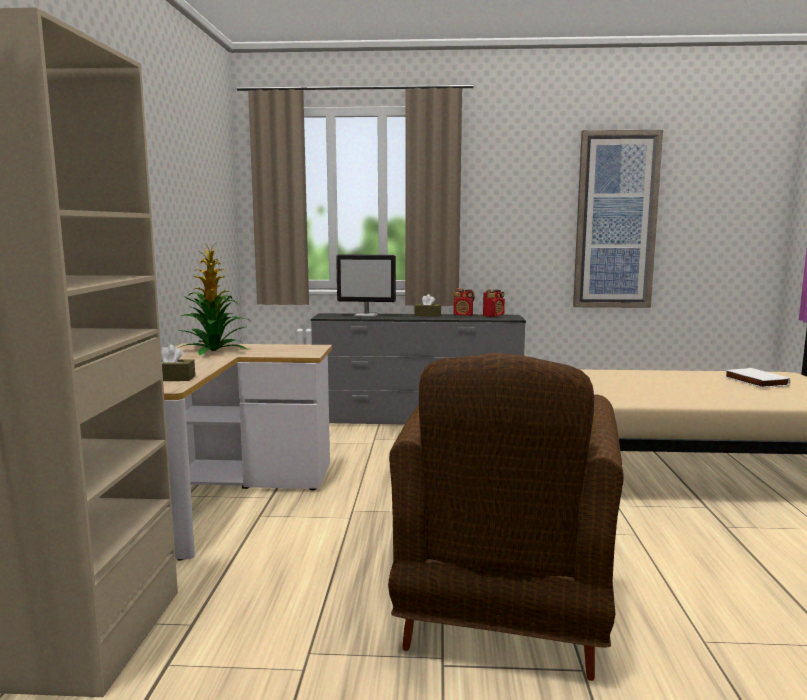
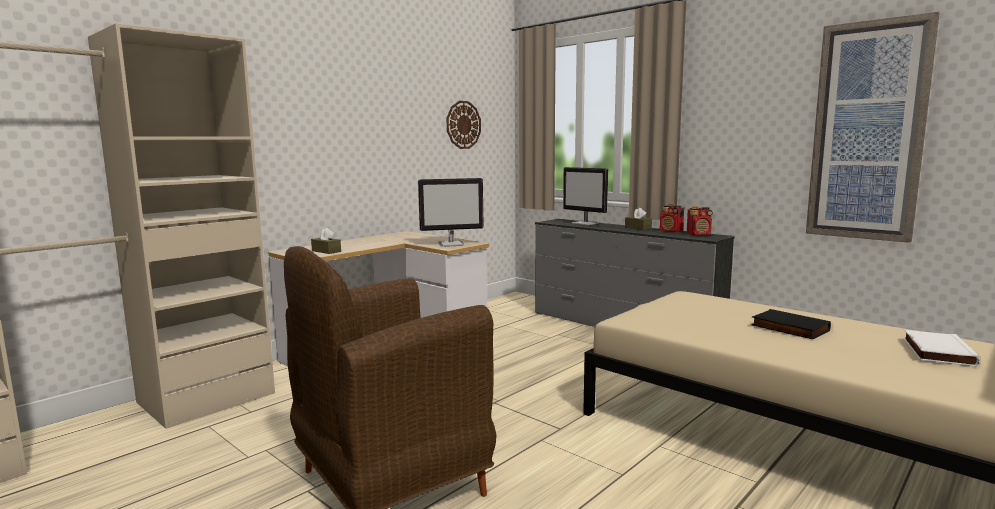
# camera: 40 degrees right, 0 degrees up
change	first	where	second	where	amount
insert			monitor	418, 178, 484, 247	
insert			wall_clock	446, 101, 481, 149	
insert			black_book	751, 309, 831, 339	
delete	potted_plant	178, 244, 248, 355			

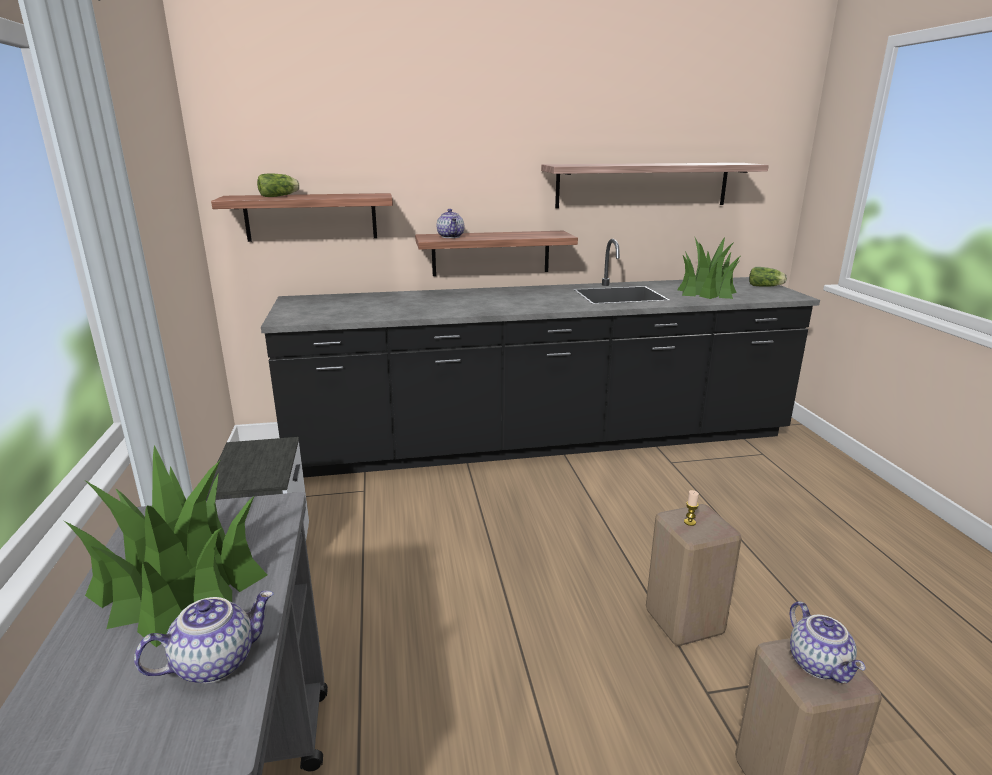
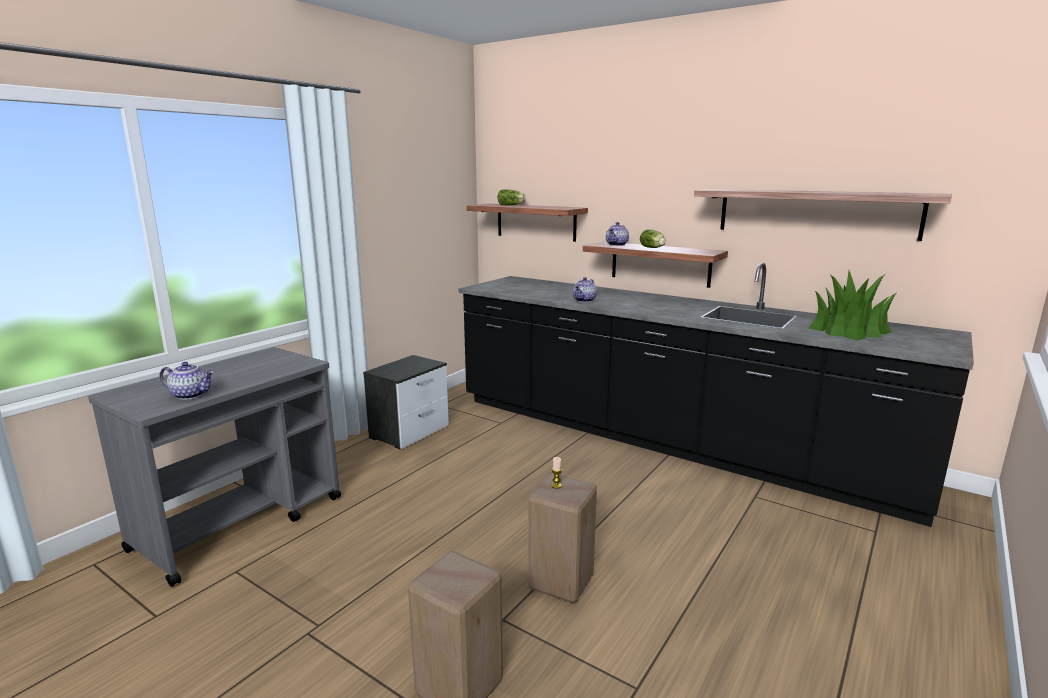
# camera: 45 degrees right, 5 degrees down
change	first	where	second	where	amount
move	teapot	789, 601, 865, 683		573, 277, 597, 302	
move	lettuce	749, 267, 787, 287		640, 229, 666, 248	
delete	potted_plant	63, 445, 268, 647			

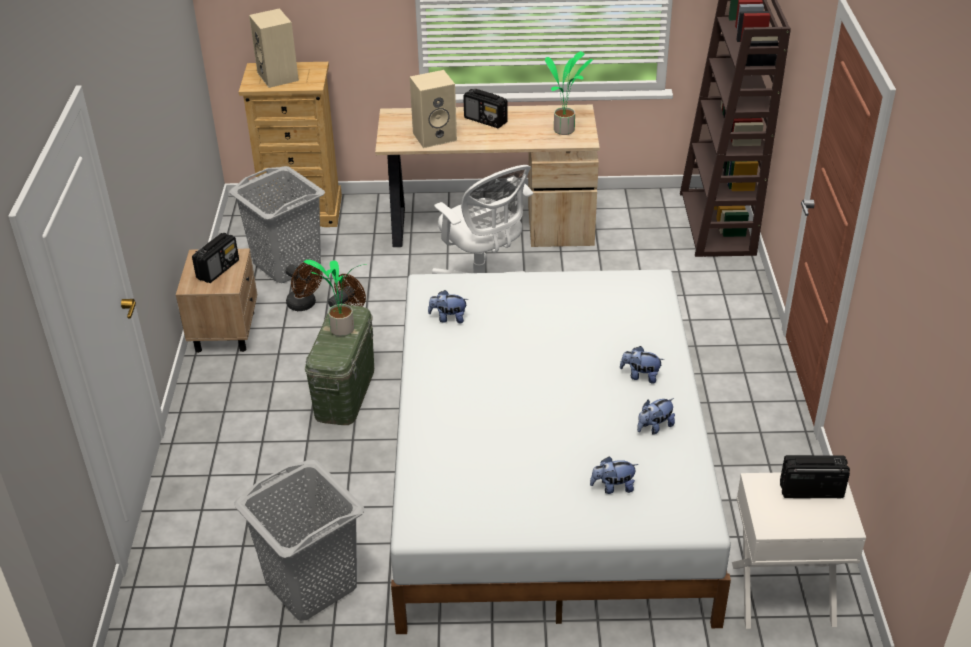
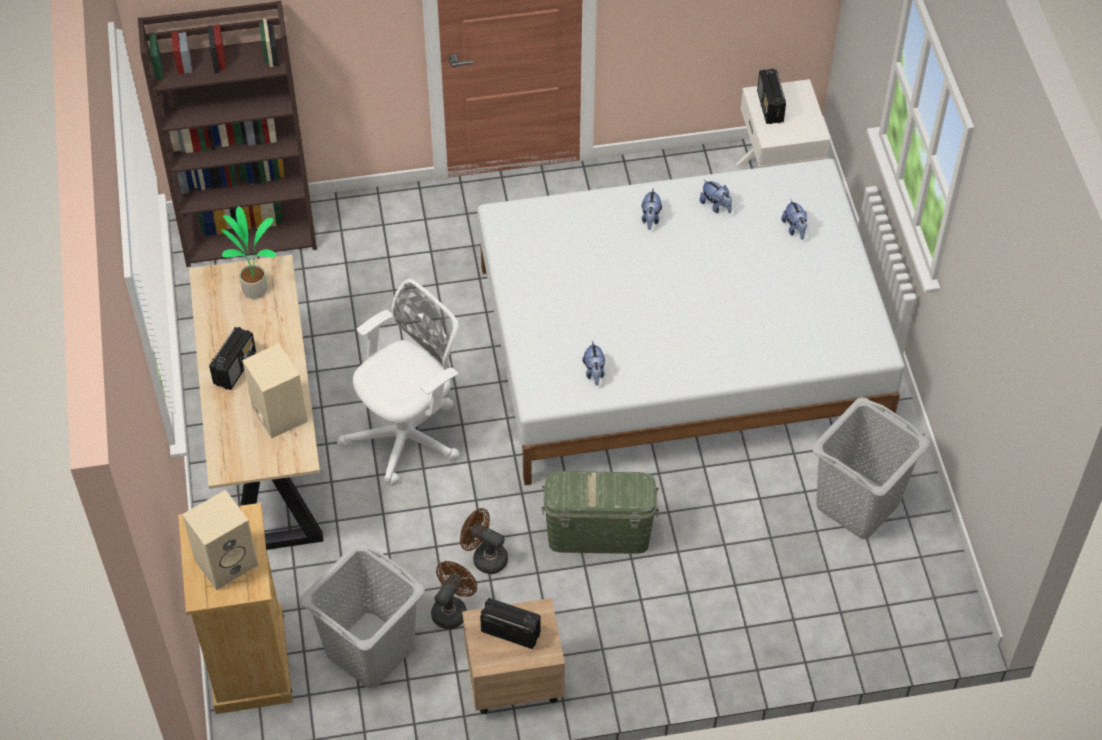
# camera: 100 degrees left, 15 degrees up
change	first	where	second	where	amount
delete	potted_plant	304, 260, 367, 336			

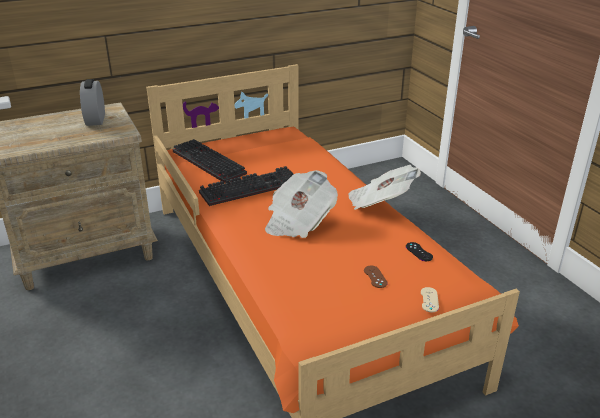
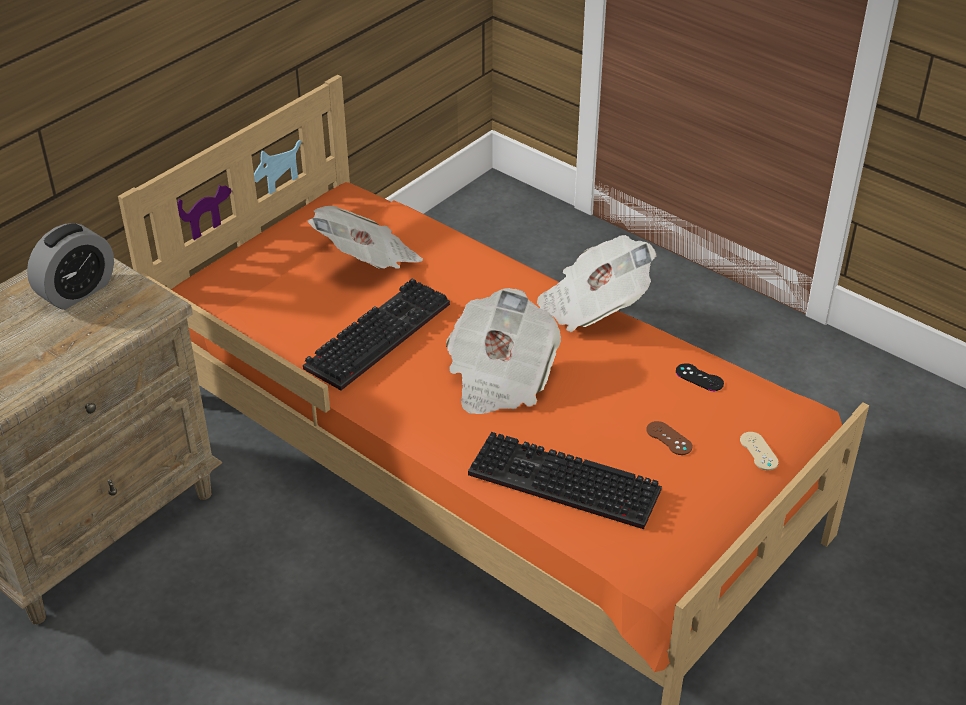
# camera: 25 degrees left, 10 degrees up
change	first	where	second	where	amount
rotate	alarm_clock	80, 79, 105, 126		27, 223, 114, 310	105 degrees counterclockwise
insert			newspaper	308, 206, 423, 269	
move	keyboard	173, 139, 247, 183		468, 432, 662, 529	

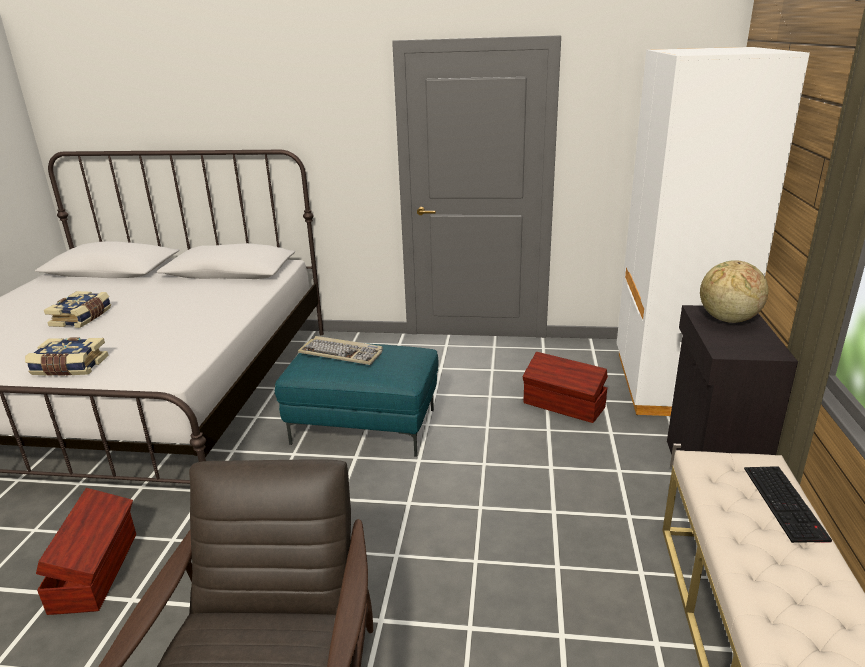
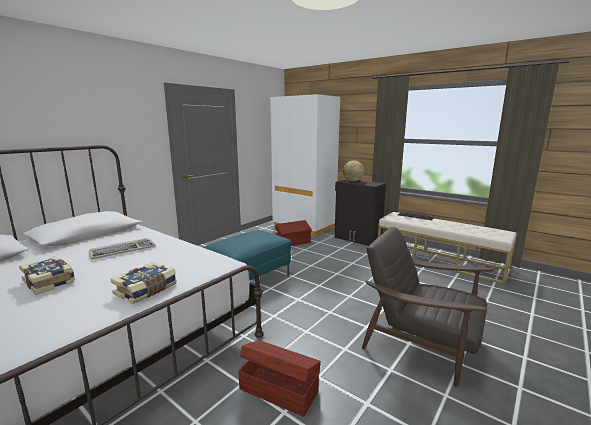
# camera: 60 degrees left, 10 degrees down
change	first	where	second	where	amount
move	keyboard	298, 336, 383, 365		89, 238, 156, 259	

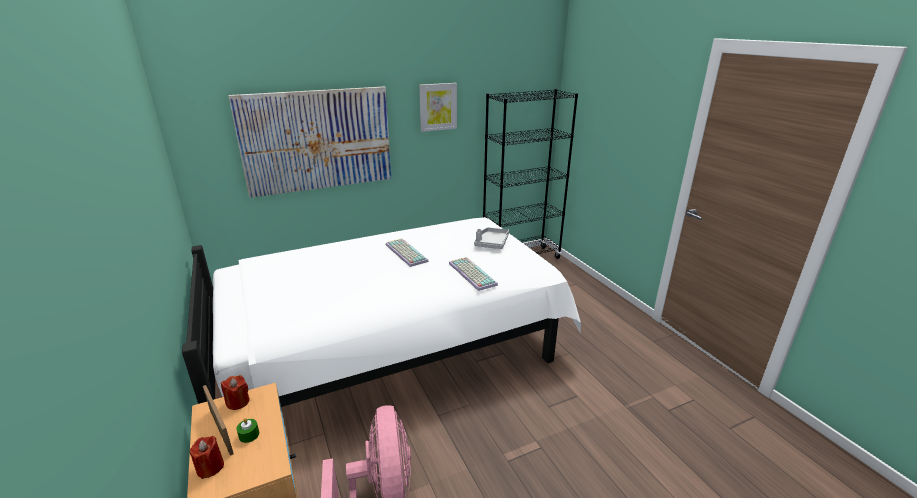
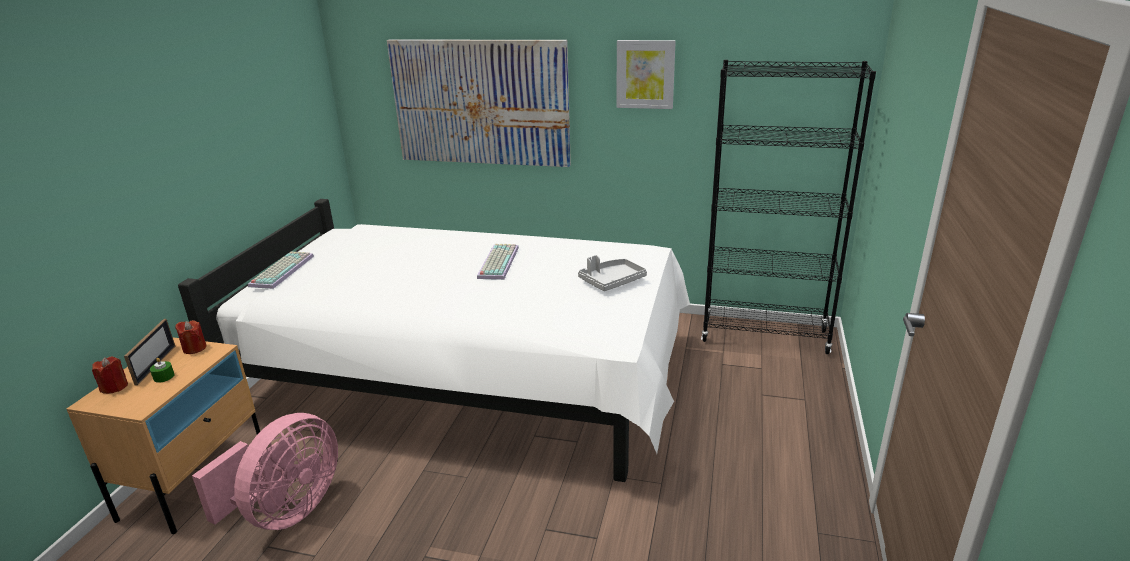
# camera: 40 degrees right, 0 degrees up
change	first	where	second	where	amount
move	keyboard	449, 257, 498, 291		248, 251, 314, 289	

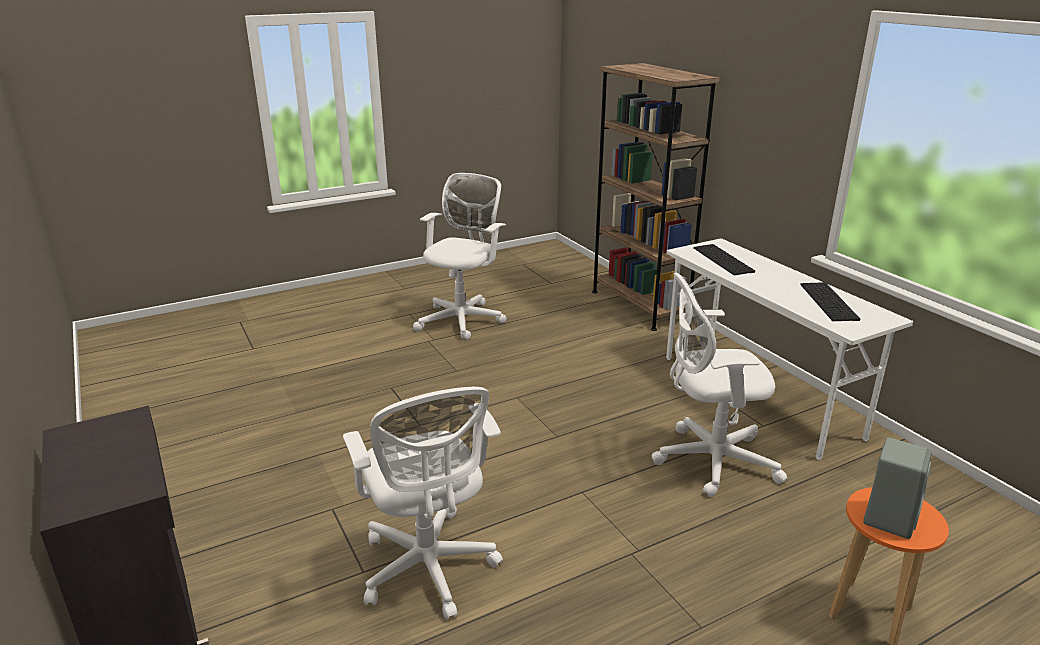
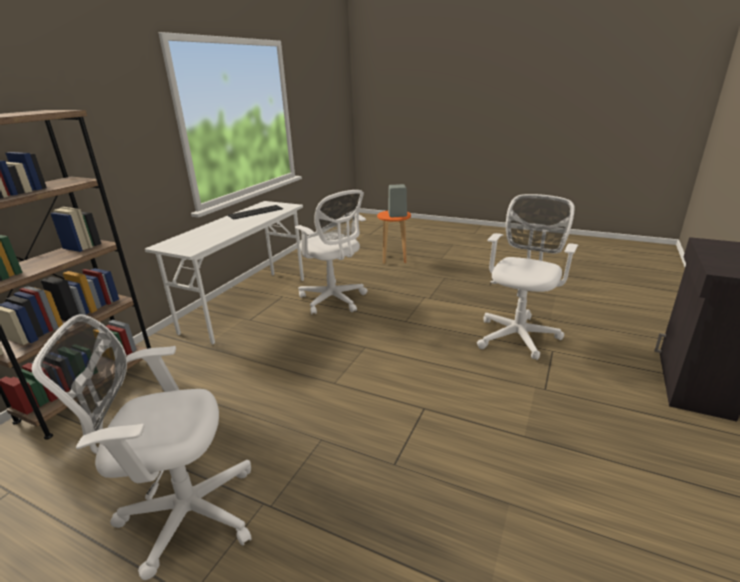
# camera: 125 degrees left, 0 degrees up
change	first	where	second	where	amount
delete	keyboard	693, 244, 755, 275			

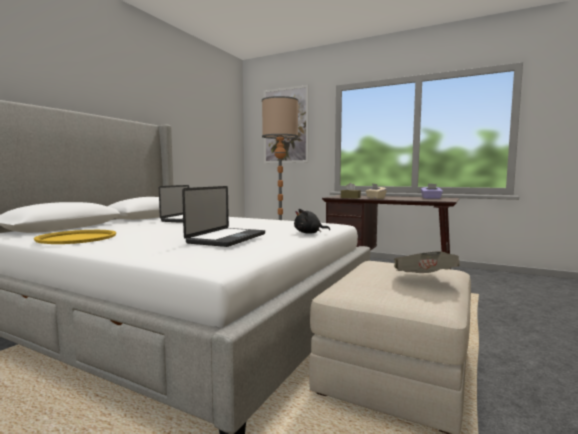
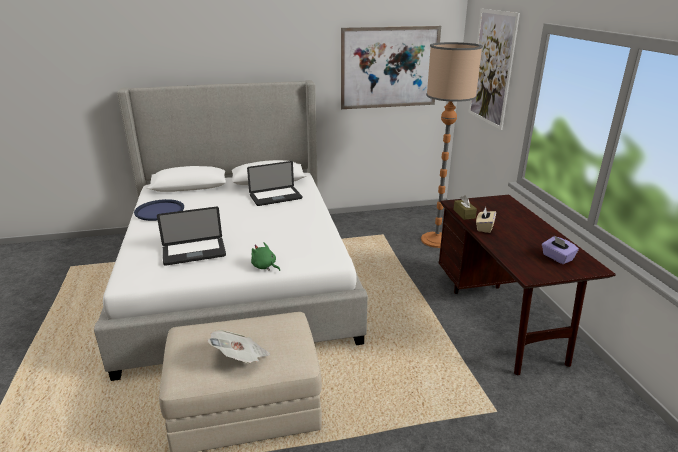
# camera: 50 degrees right, 20 degrees up
change	first	where	second	where	amount
recolor	yellow_tray	34, 230, 116, 244	blue_tray	134, 199, 184, 221	
recolor	black_plush_toy	294, 209, 330, 234	green_plush_toy	251, 242, 280, 271	
insert			picture	341, 26, 441, 109	

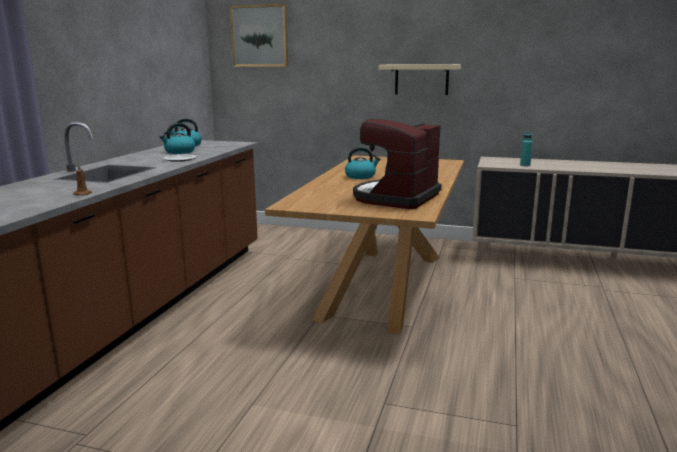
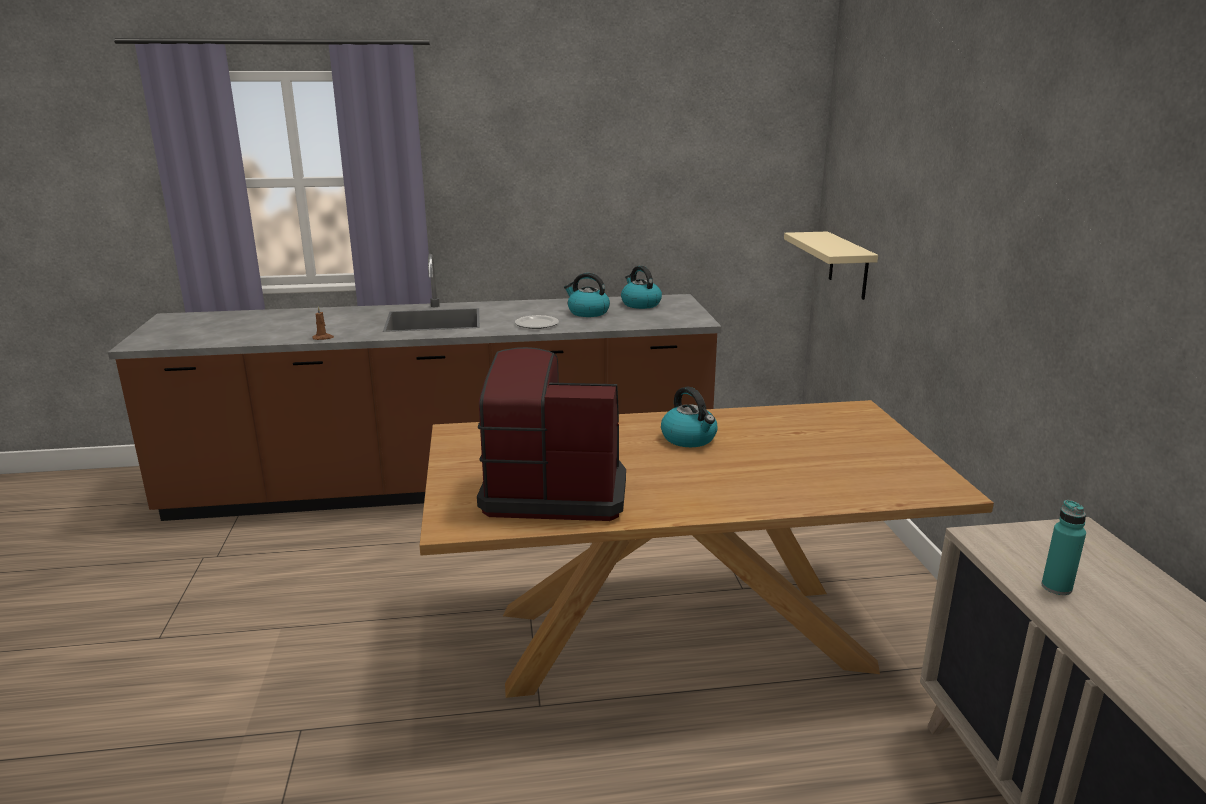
# camera: 65 degrees right, 5 degrees up
change	first	where	second	where	amount
move	beige_shelf	379, 64, 461, 95		784, 231, 878, 300	
delete	picture	230, 4, 288, 67			

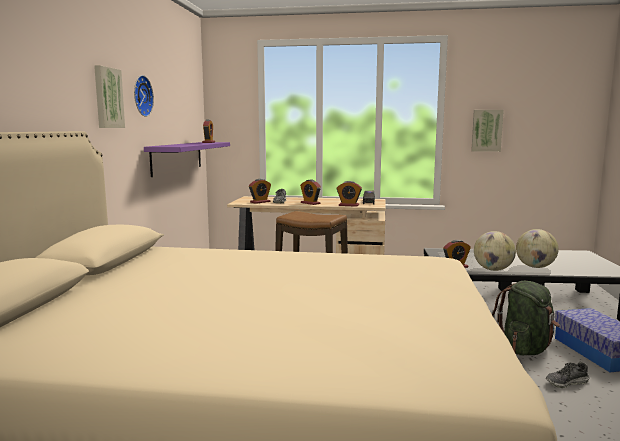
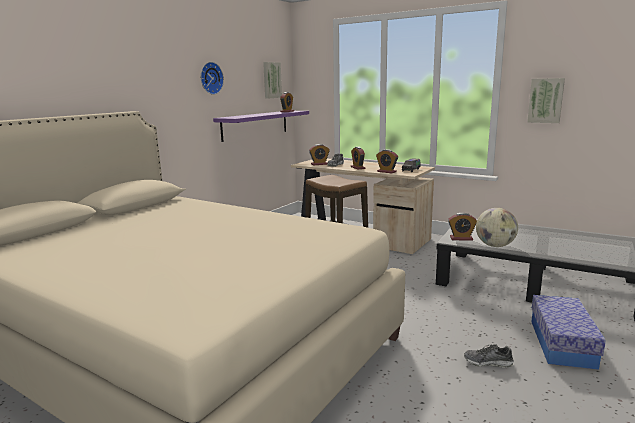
# camera: 25 degrees right, 5 degrees up
change	first	where	second	where	amount
move	picture	94, 65, 125, 128		263, 62, 282, 99	
delete	green_backpack	491, 281, 560, 355			
delete	globe	516, 229, 559, 268			

